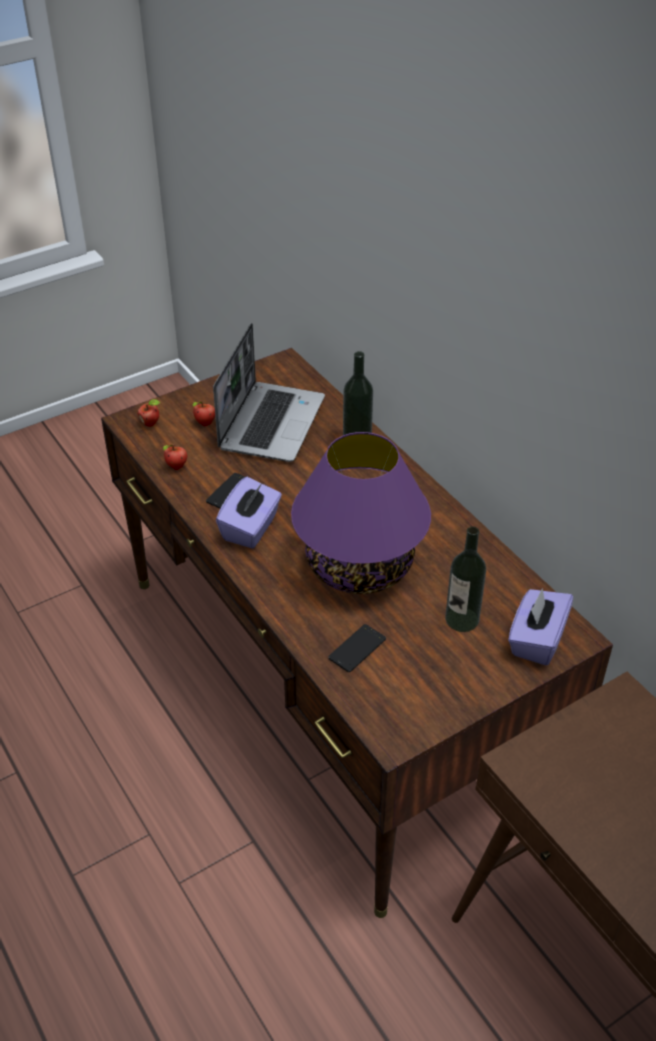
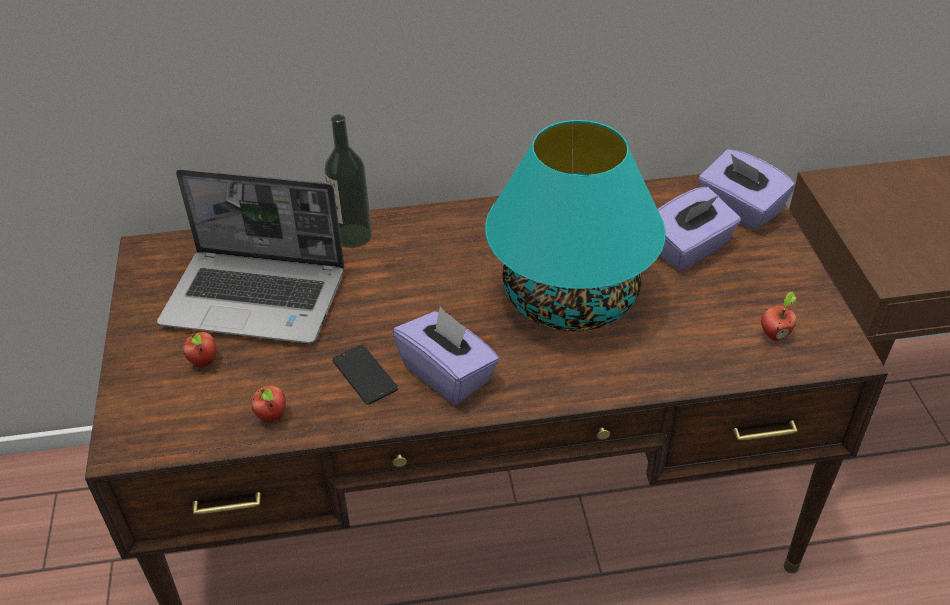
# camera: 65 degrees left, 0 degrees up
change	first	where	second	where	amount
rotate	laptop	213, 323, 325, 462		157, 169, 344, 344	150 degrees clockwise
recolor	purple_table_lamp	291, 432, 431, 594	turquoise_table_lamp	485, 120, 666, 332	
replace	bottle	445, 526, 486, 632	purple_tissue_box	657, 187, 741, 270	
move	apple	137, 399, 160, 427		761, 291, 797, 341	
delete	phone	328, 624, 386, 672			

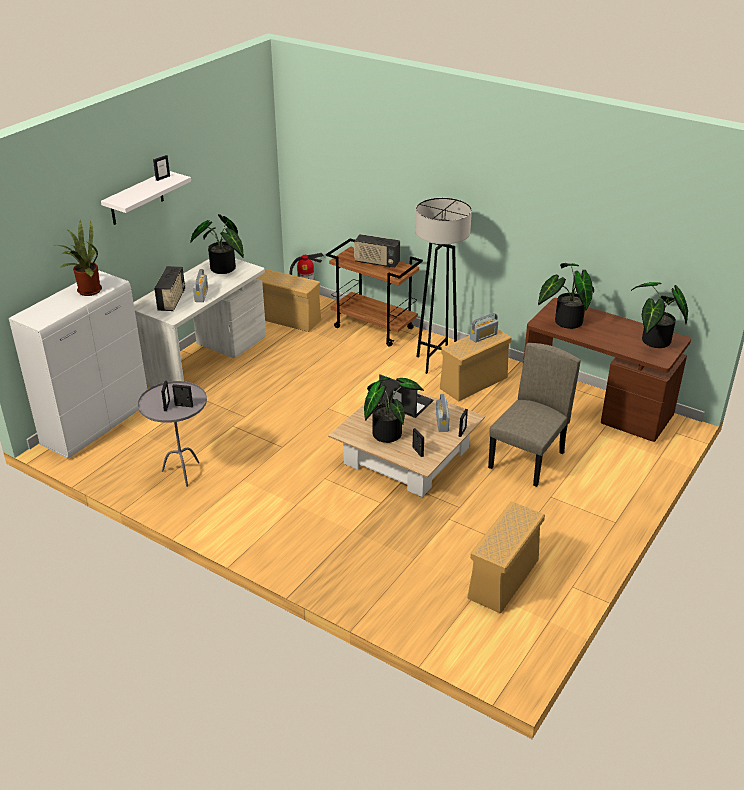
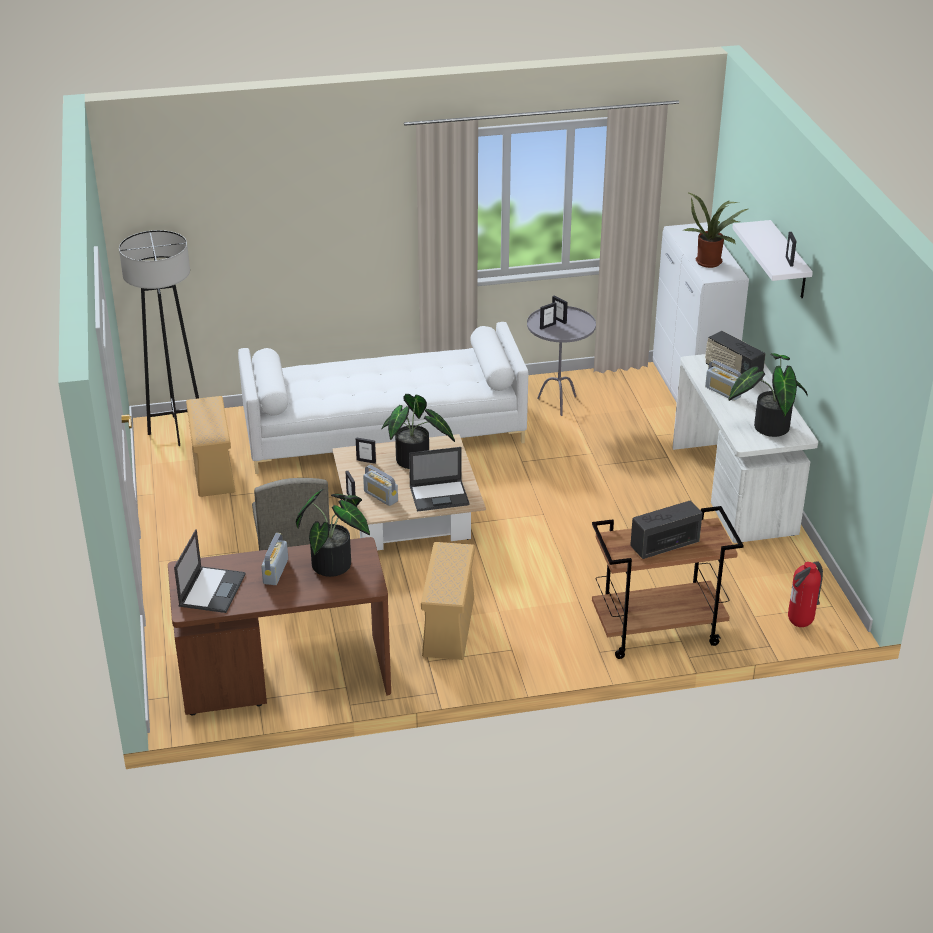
# camera: 135 degrees right, 0 degrees up
change	first	where	second	where	amount
move	grey_floor_lamp	415, 198, 472, 374		119, 230, 199, 446	
replace	potted_plant	631, 282, 688, 348	laptop	174, 529, 246, 613	
insert			white_sofa	238, 322, 528, 474	
move	radio	470, 313, 498, 342		261, 533, 288, 585	
delete	beige_storage_box	256, 269, 321, 332			

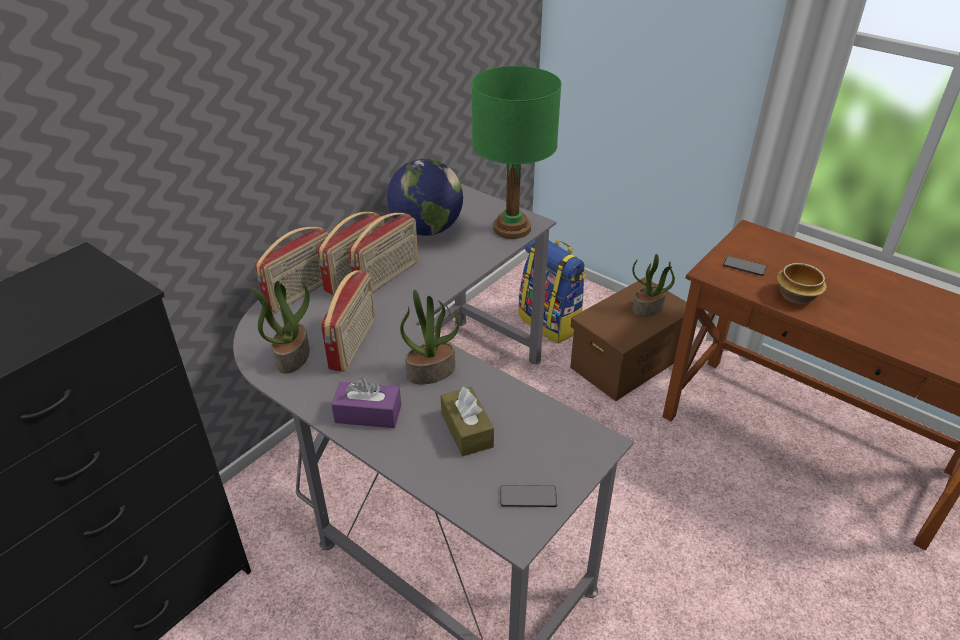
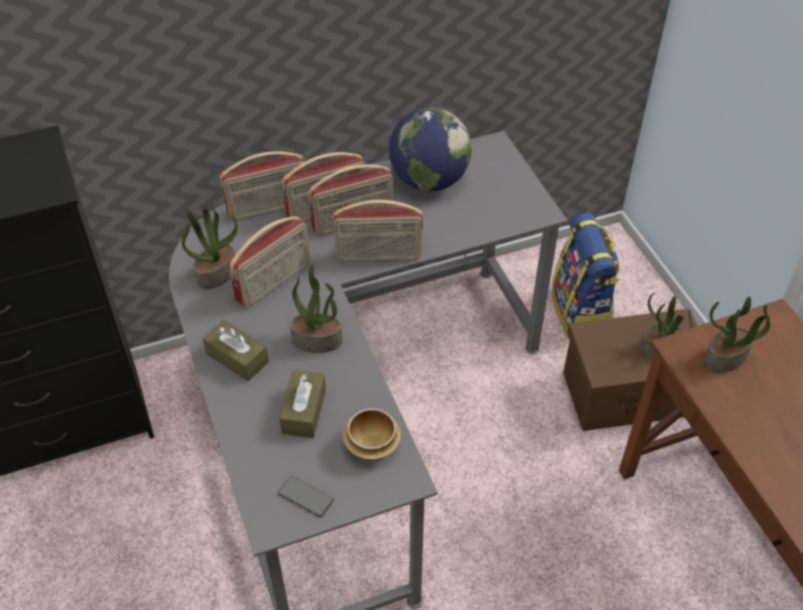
# camera: 30 degrees right, 10 degrees up
change	first	where	second	where	amount
recolor	purple_tissue_box	331, 377, 401, 428	brown_tissue_box	203, 320, 269, 381	
insert			radio	333, 200, 423, 262	
move	bowl	777, 263, 826, 304		343, 408, 401, 461	
replace	phone	723, 256, 767, 276	potted_plant	704, 297, 771, 373	
delete	green_table_lamp	471, 66, 562, 239			

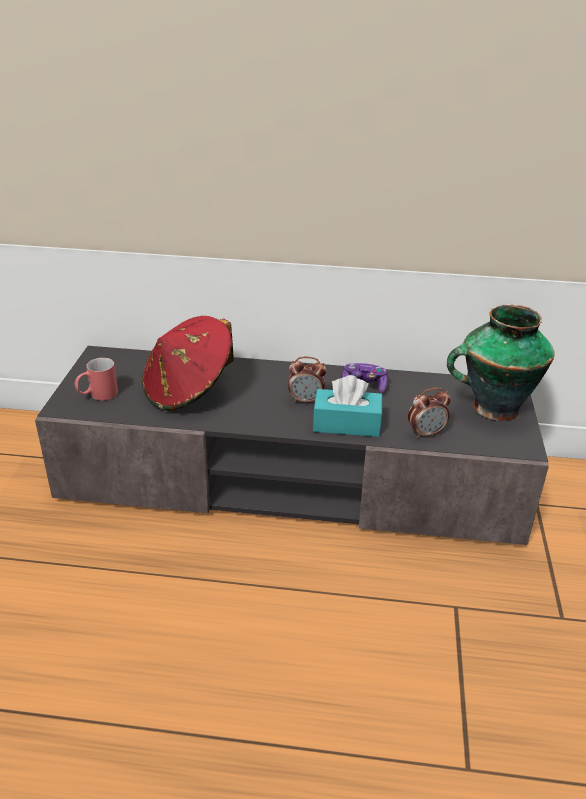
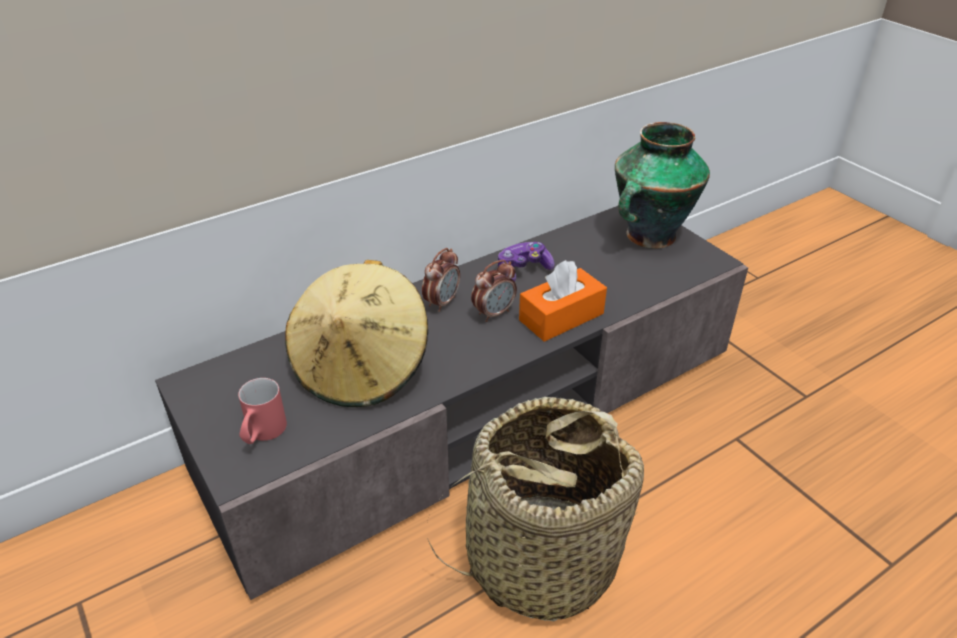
# camera: 40 degrees left, 5 degrees up
change	first	where	second	where	amount
recolor	red_hat	142, 316, 234, 411	beige_hat	285, 260, 428, 407	
move	alarm_clock	408, 388, 451, 439		422, 248, 460, 312	
insert			basket	427, 397, 644, 621	
recolor	turquoise_tissue_box	313, 375, 382, 437	orange_tissue_box	519, 260, 607, 342	

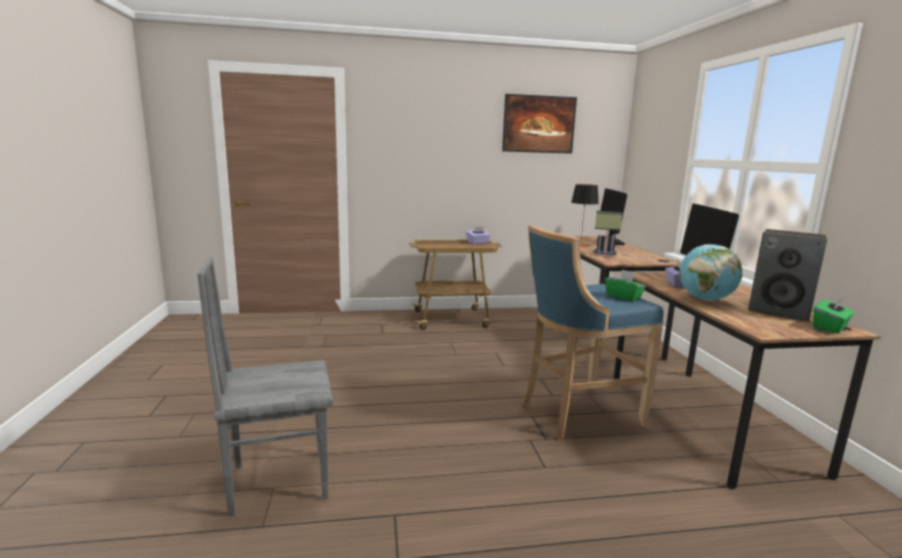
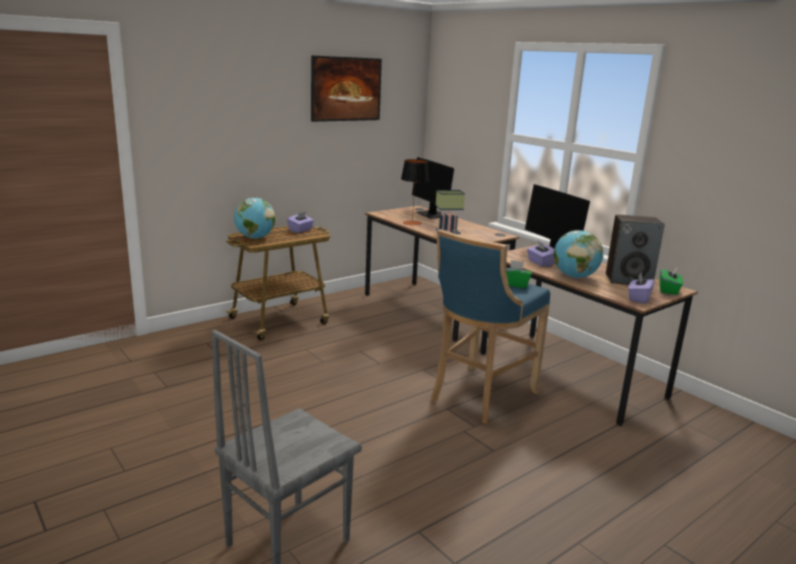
# camera: 30 degrees left, 5 degrees up
change	first	where	second	where	amount
insert			globe	234, 198, 276, 239	
insert			purple_tissue_box	628, 272, 654, 304	

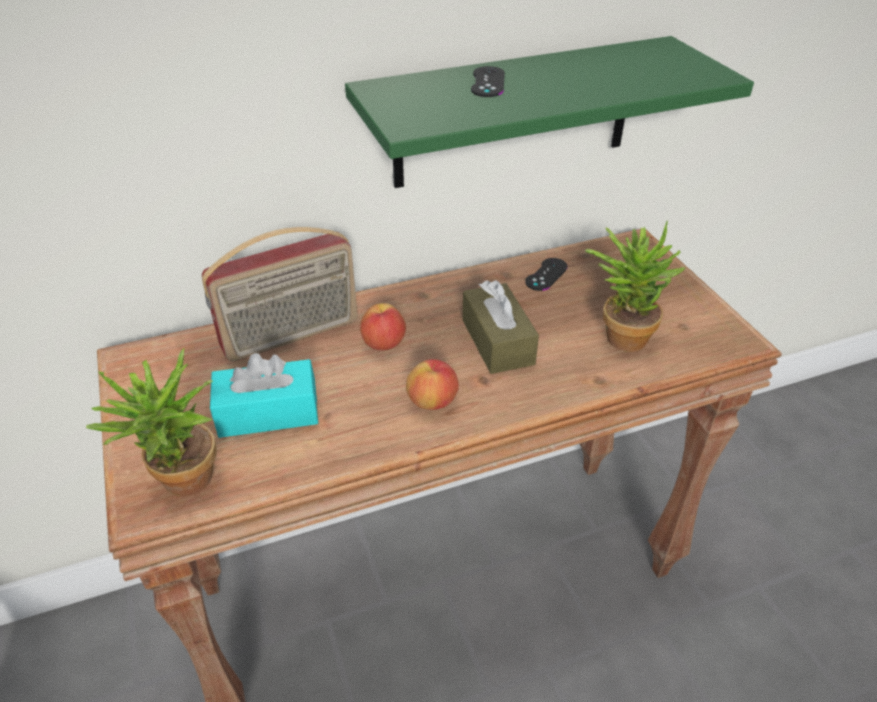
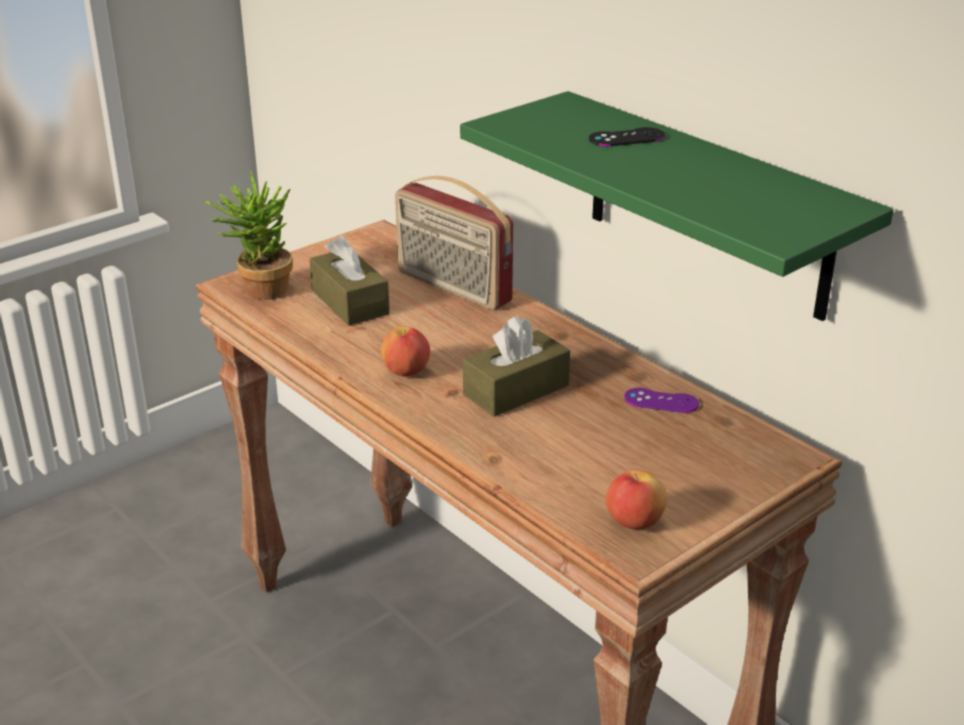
# camera: 70 degrees right, 10 degrees down
change	first	where	second	where	amount
recolor	turquoise_tissue_box	210, 353, 318, 438	brown_tissue_box	310, 236, 390, 326	
move	apple	360, 303, 406, 350		605, 470, 667, 529	
recolor	black_game_controller	525, 258, 568, 291	purple_game_controller	624, 388, 699, 413	
delete	potted_plant	585, 220, 685, 352			

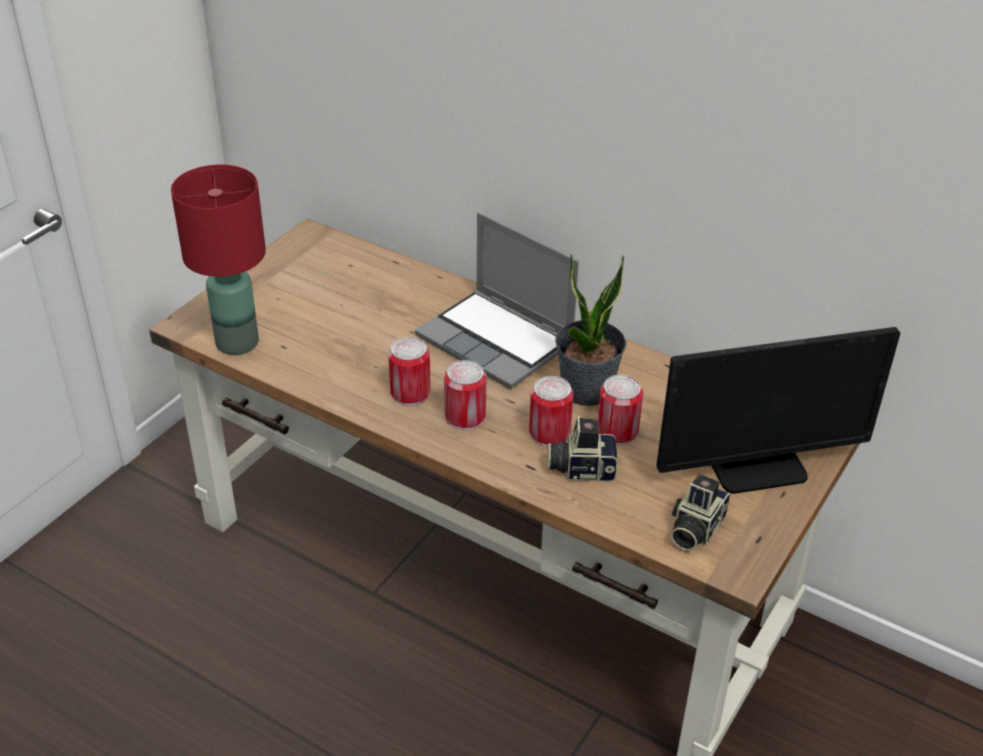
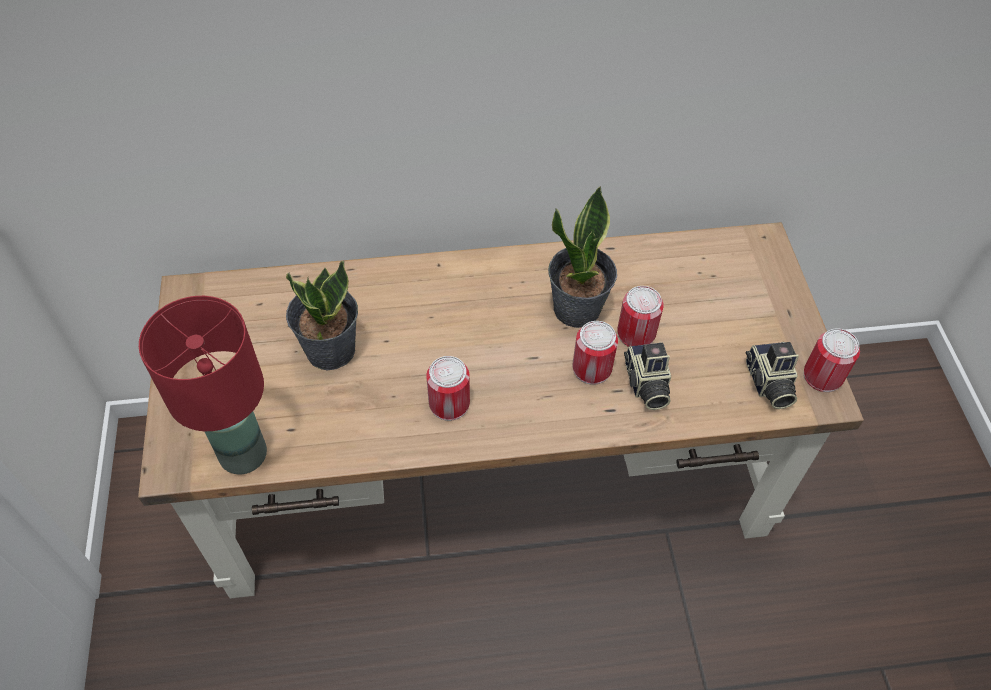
# camera: 40 degrees left, 15 degrees up
change	first	where	second	where	amount
insert			potted_plant	286, 261, 358, 370	
rotate	photo_camera	548, 416, 618, 482		624, 342, 671, 410	60 degrees counterclockwise
move	can	444, 360, 486, 430		804, 328, 860, 392	
delete	laptop	415, 213, 579, 389			
delete	monitor	656, 327, 900, 494			

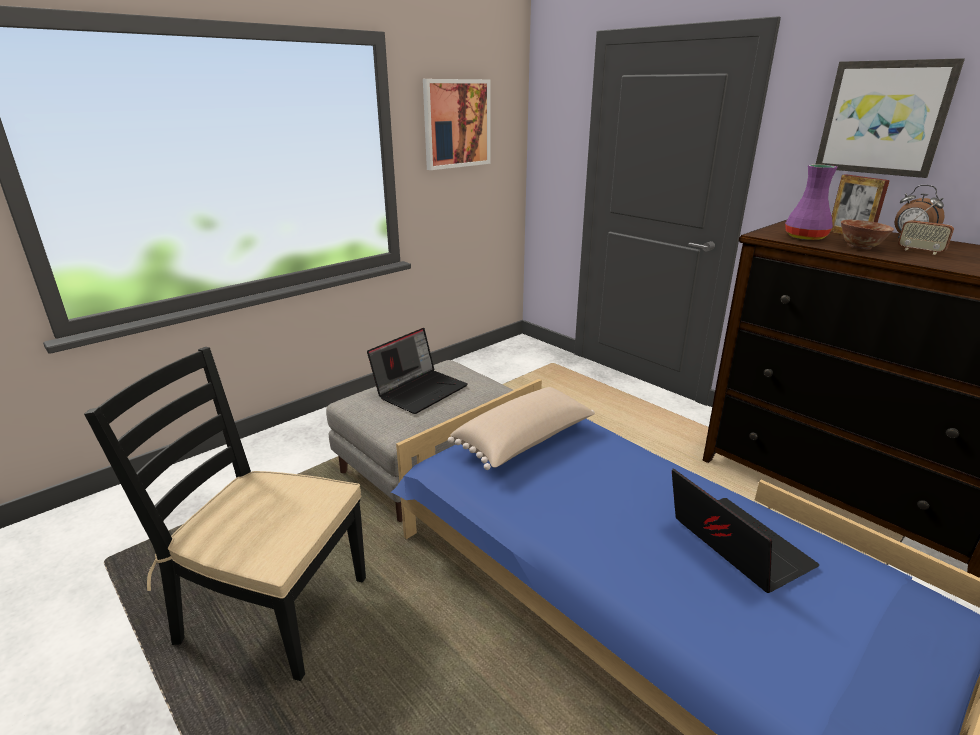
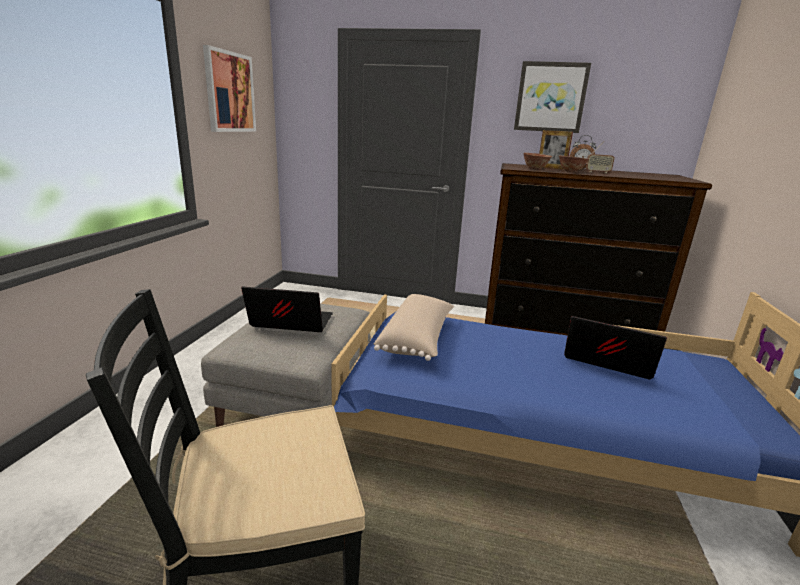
# camera: 35 degrees left, 5 degrees down
change	first	where	second	where	amount
rotate	laptop	367, 328, 468, 414		241, 287, 333, 332	90 degrees counterclockwise
replace	purple_vase	785, 165, 837, 240	bowl	523, 153, 552, 170	

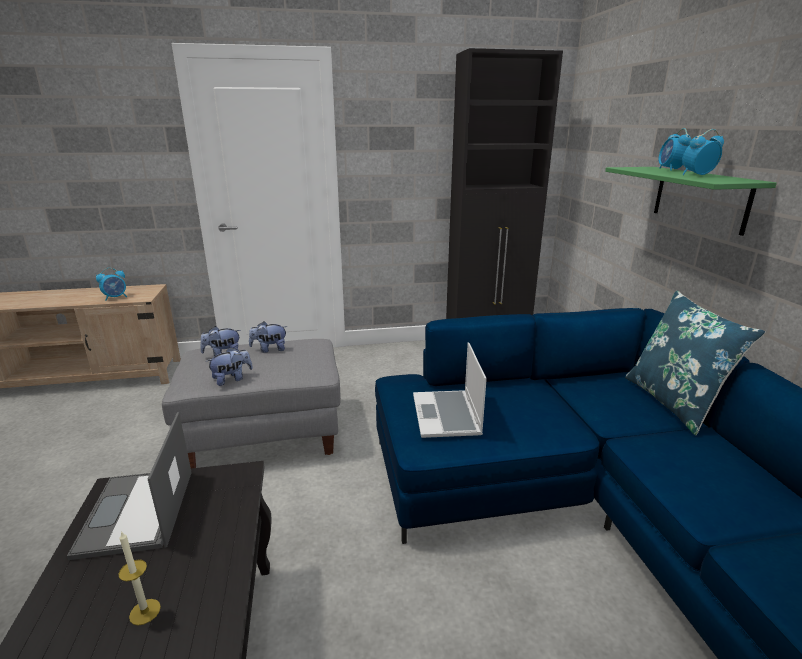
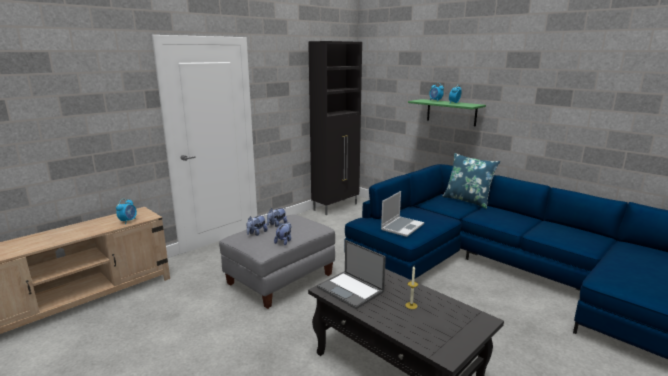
# camera: 35 degrees left, 5 degrees down
change	first	where	second	where	amount
rotate	laptop	413, 342, 487, 438		381, 191, 424, 237	105 degrees counterclockwise

